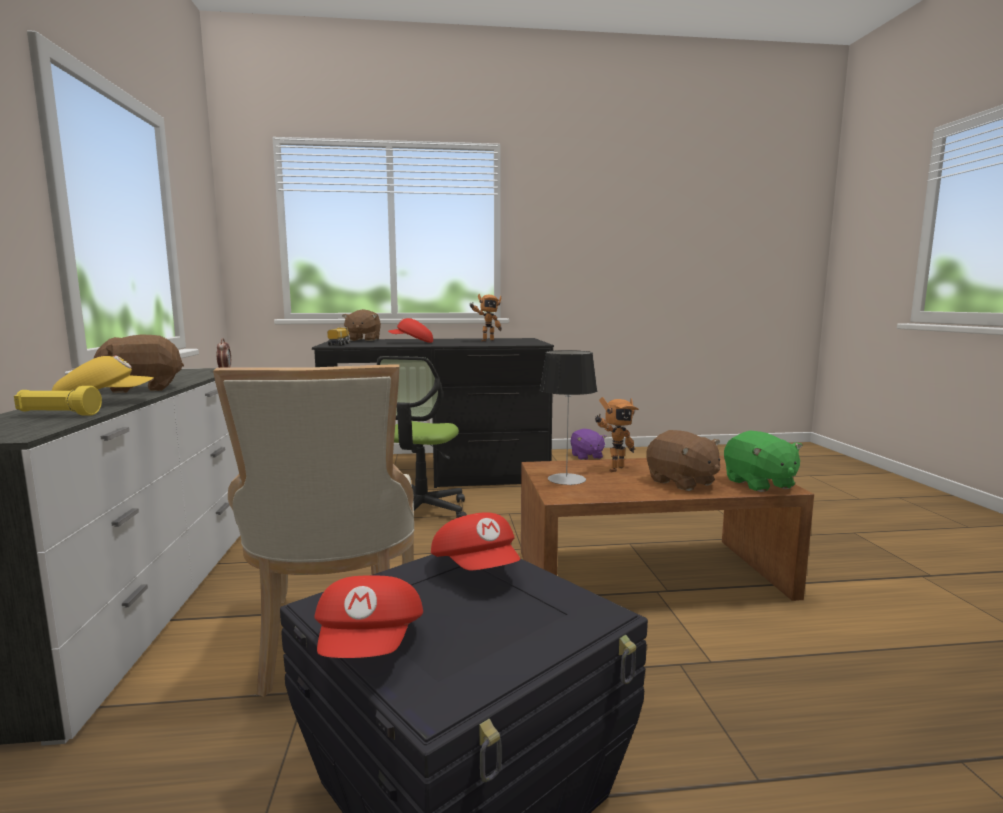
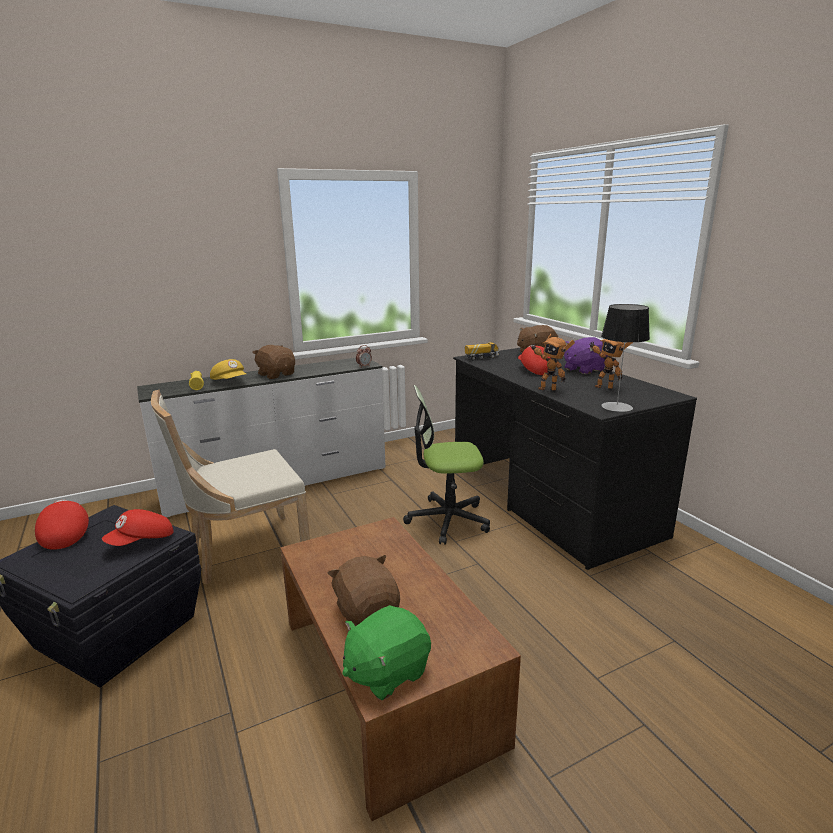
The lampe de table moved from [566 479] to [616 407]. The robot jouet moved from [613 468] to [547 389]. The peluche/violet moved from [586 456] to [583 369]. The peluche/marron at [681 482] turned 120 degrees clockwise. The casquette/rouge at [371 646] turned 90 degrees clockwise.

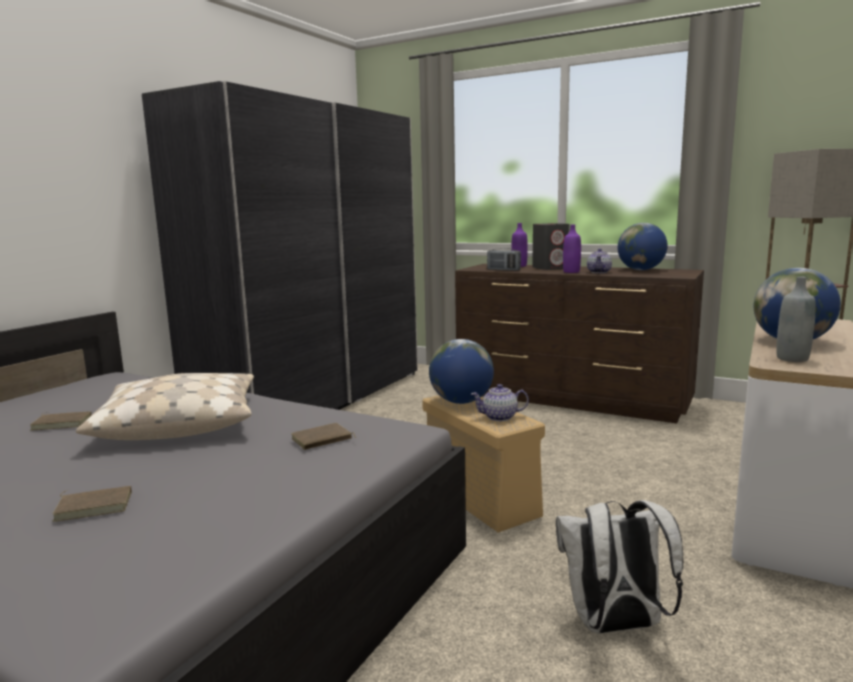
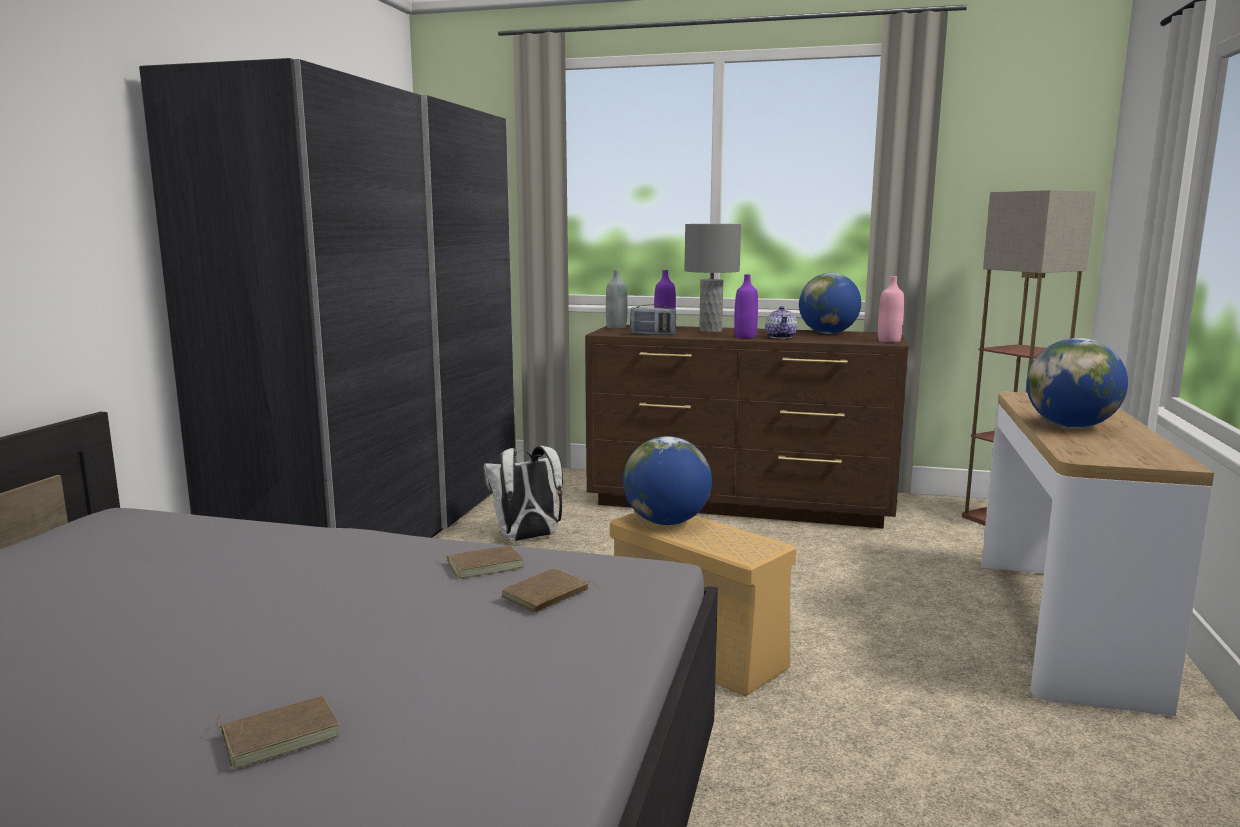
The enceinte/gris at [550 268] was replaced by the lampe de table/gris at [710 331]. The bouteille/gris moved from [792 359] to [616 327]. The coussin/beige at [179 422] disappeared. The théière at [500 417] disappeared. The livre/marron moved from [63 423] to [484 565]. The sac à dos/blanc moved from [614 626] to [527 538]. The bouteille/rose at [889 340] appeared.

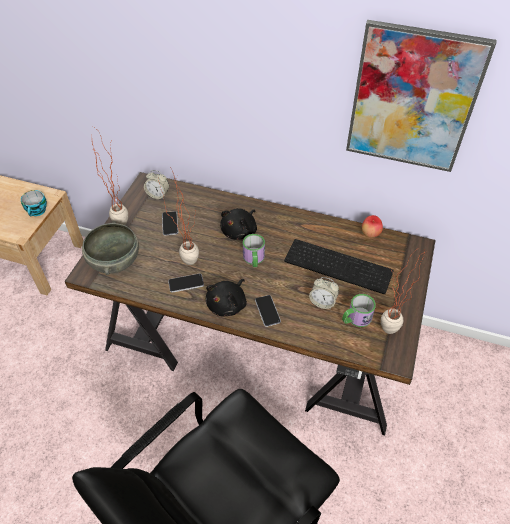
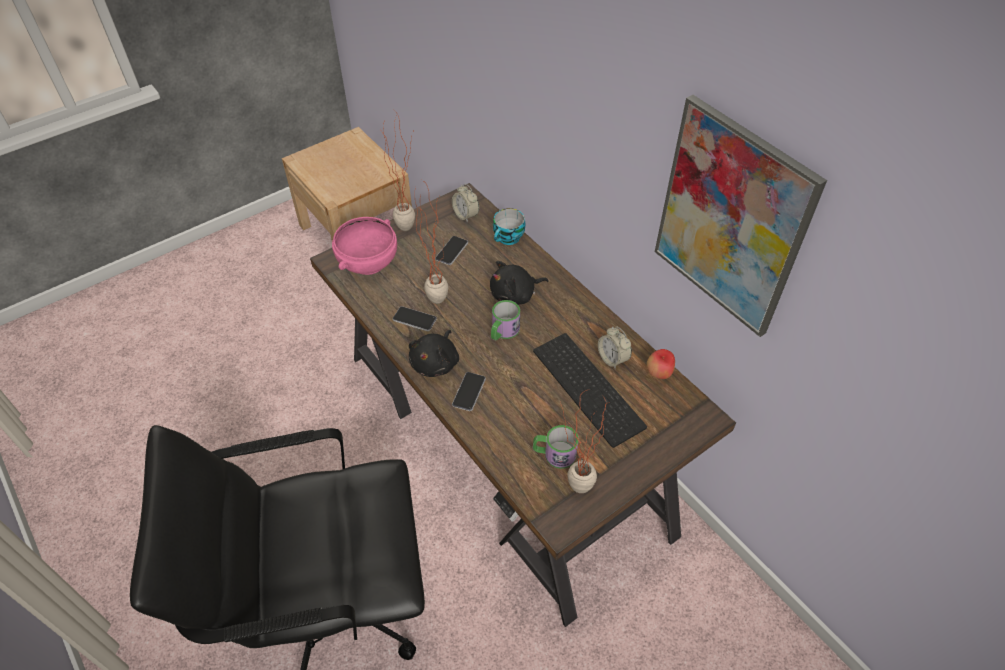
The tasse moved from [37 211] to [508 238]. The bol/gris at [114 261] became the bol/rose at [367 262]. The réveil moved from [322 302] to [612 359]. The peluche/noir at [228 304] turned 45 degrees counterclockwise.

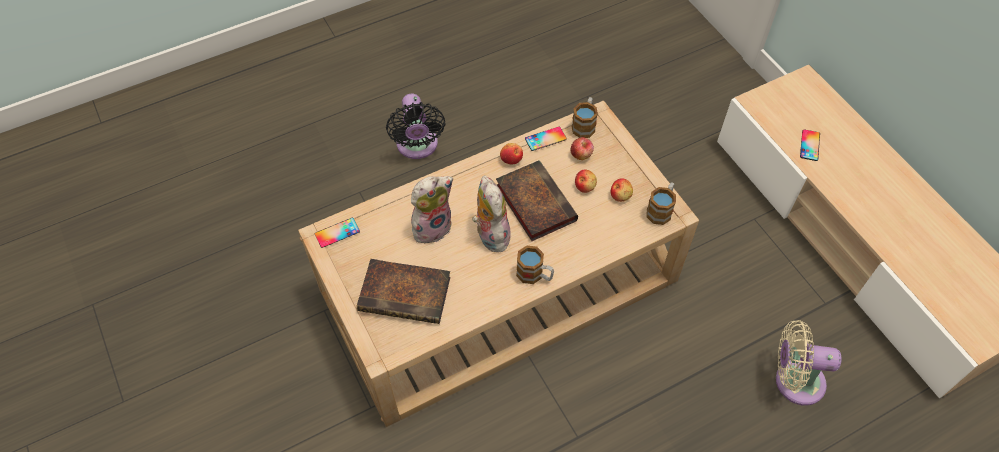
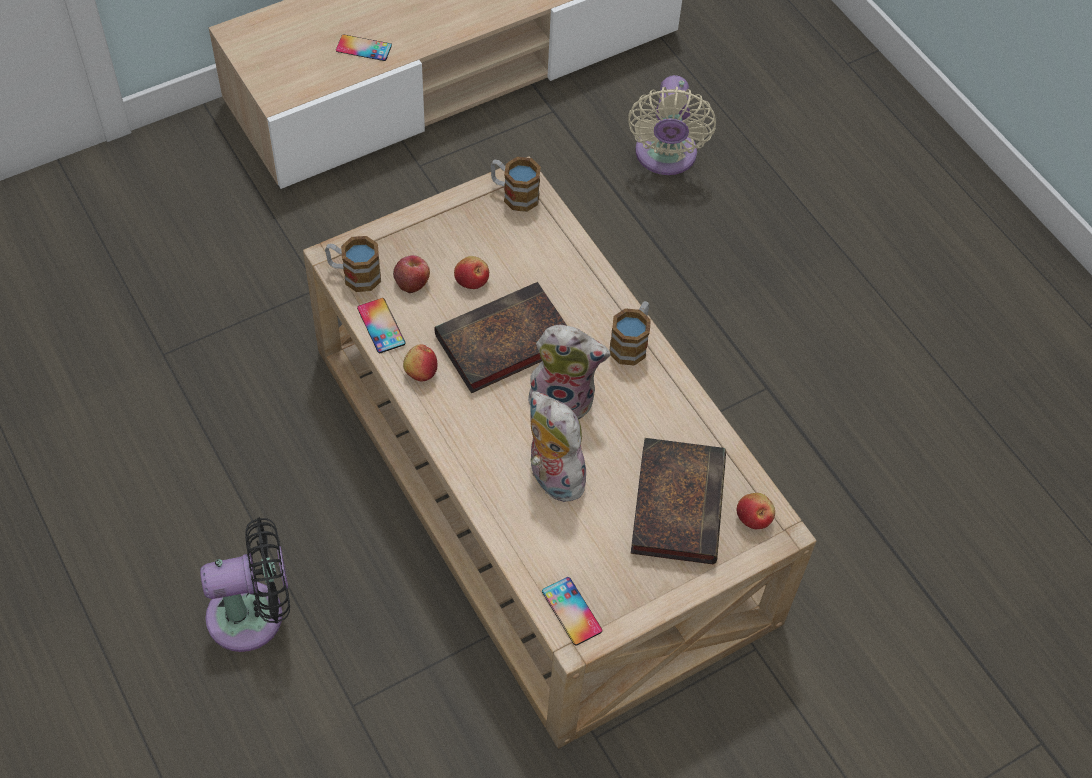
The peluche at [490 235] turned 150 degrees counterclockwise. The pomme moved from [620 195] to [754 517].

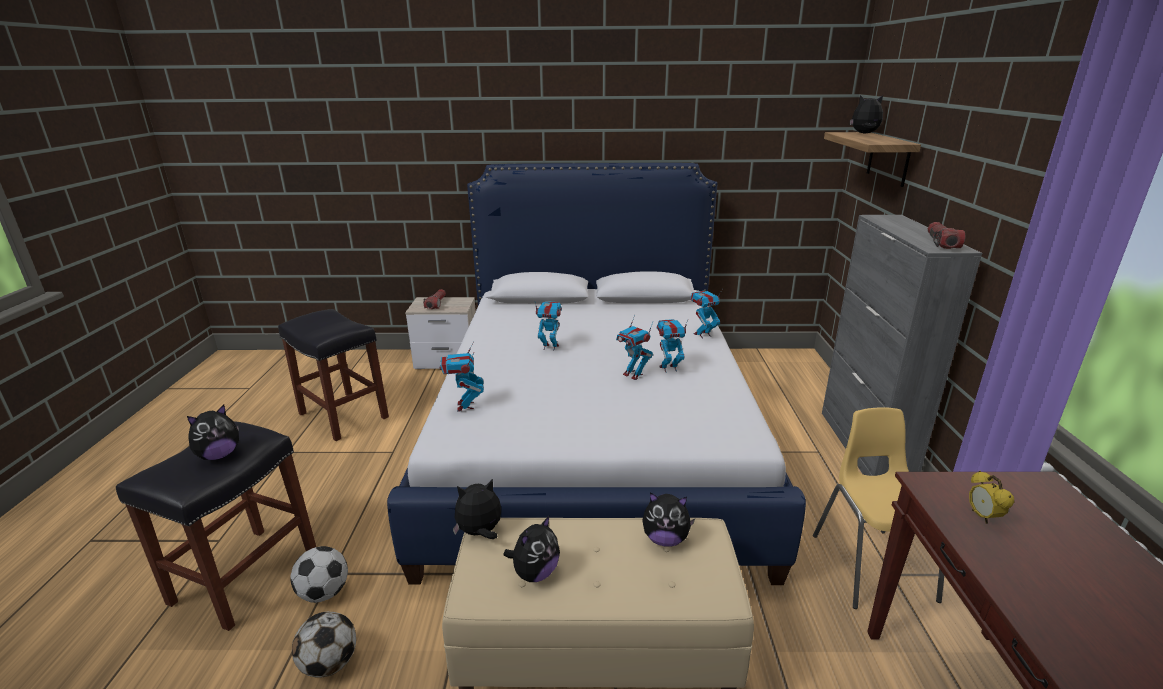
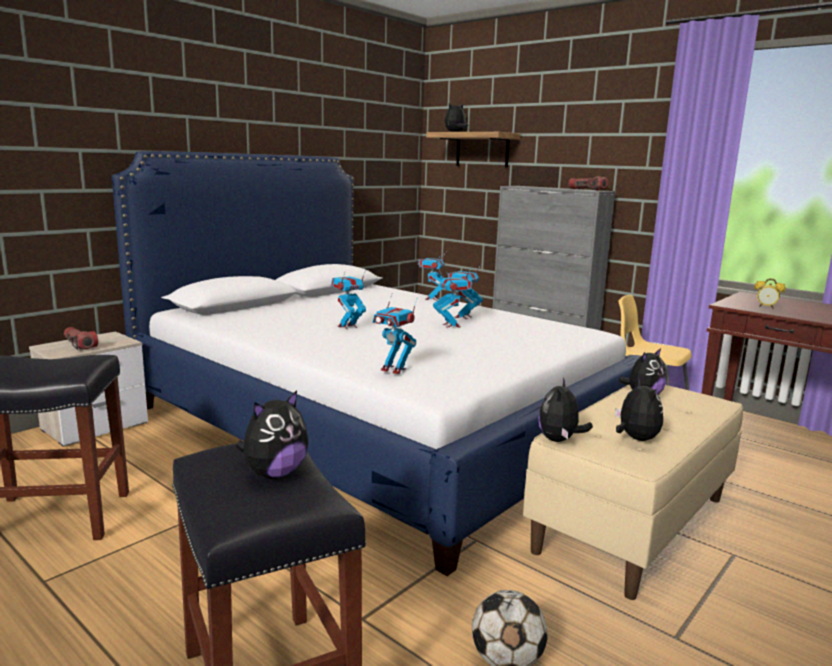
The robot jouet at [633 375] turned 105 degrees counterclockwise. The peluche at [219 455] turned 45 degrees clockwise. The ballon de foot at [324 593] disappeared.

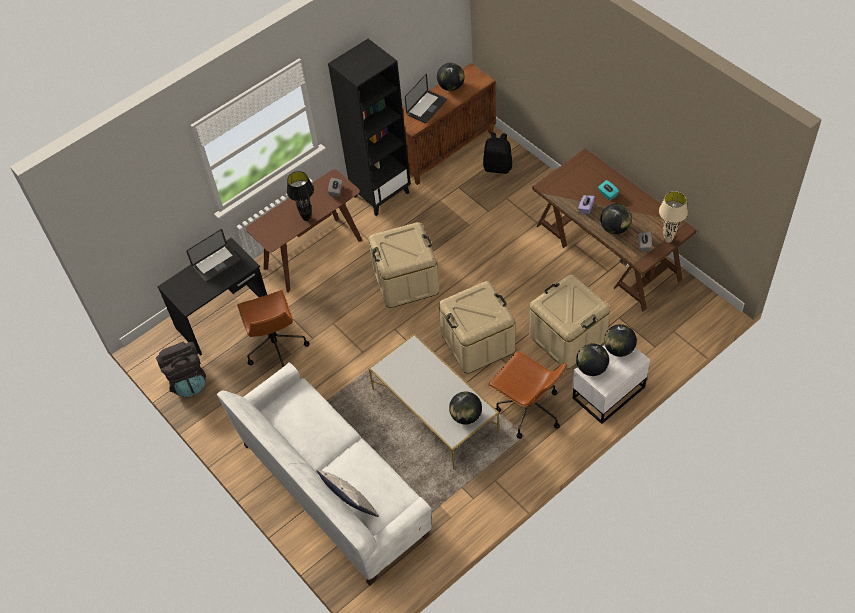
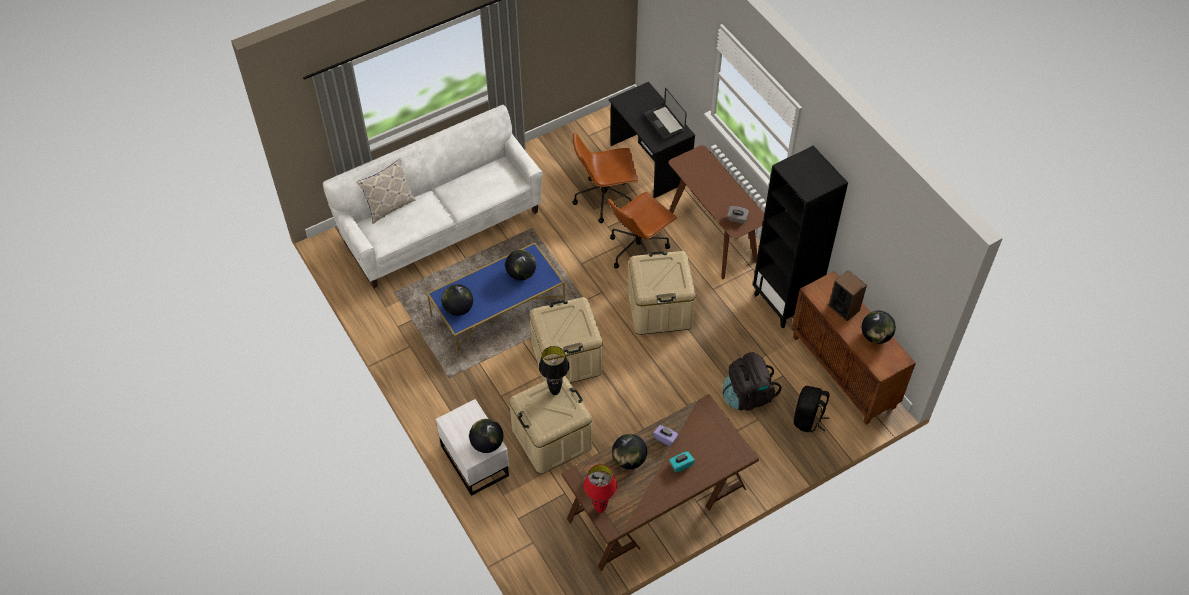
The ordinateur portable at [426 107] was replaced by the enceinte at [844 308]. The lampe de table/noir moved from [306 218] to [554 392]. The lampe de table/beige at [668 239] became the lampe de table/rouge at [600 509]. The table basse/blanc at [434 410] became the table basse/bleu at [498 310]. The sac à dos/noir moved from [187 380] to [747 396]. The globe moved from [591 368] to [521 274]. The chaise de bureau/marron moved from [528 410] to [638 249].

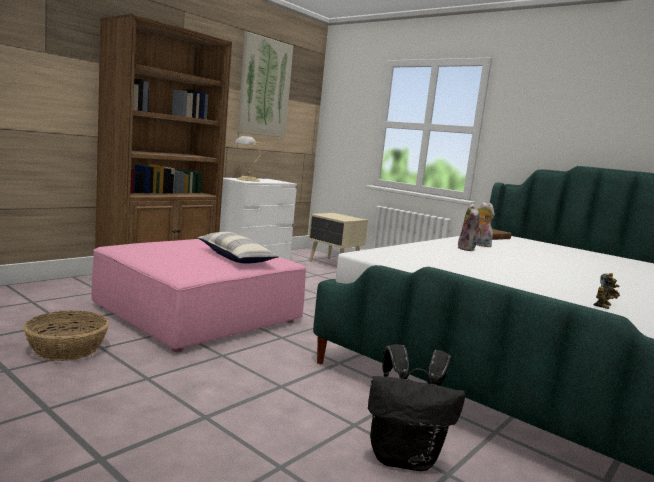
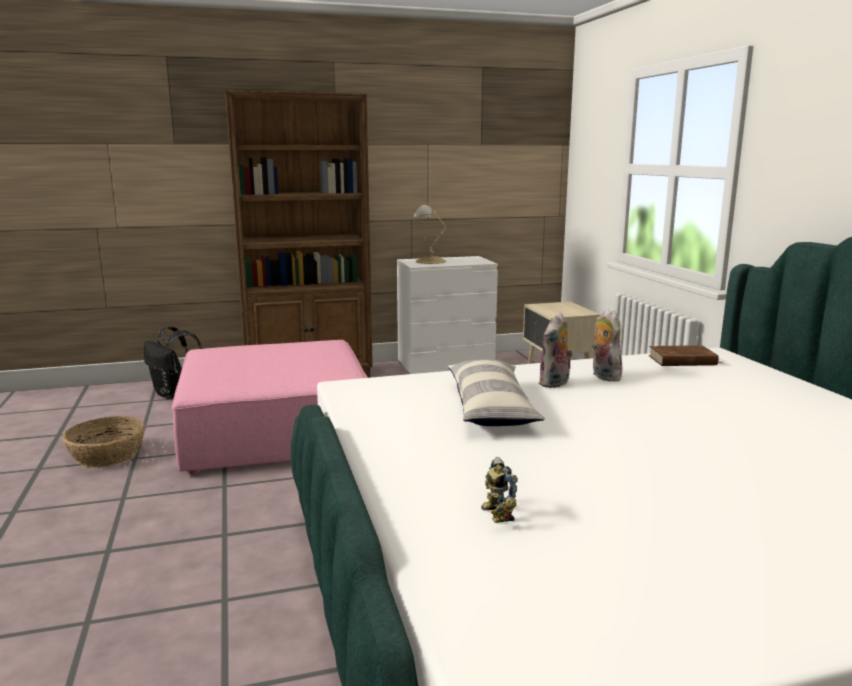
The tableau at [264 87] disappeared. The coussin moved from [235 257] to [491 408]. The robot jouet at [604 306] turned 90 degrees clockwise. The sac à dos/noir moved from [404 458] to [174 394].

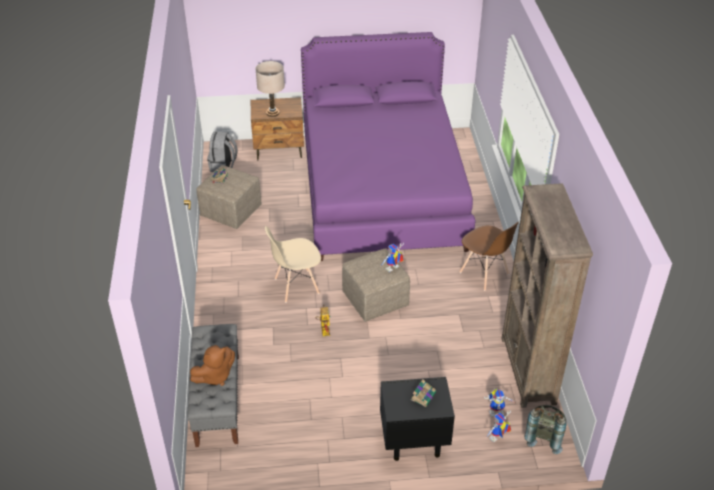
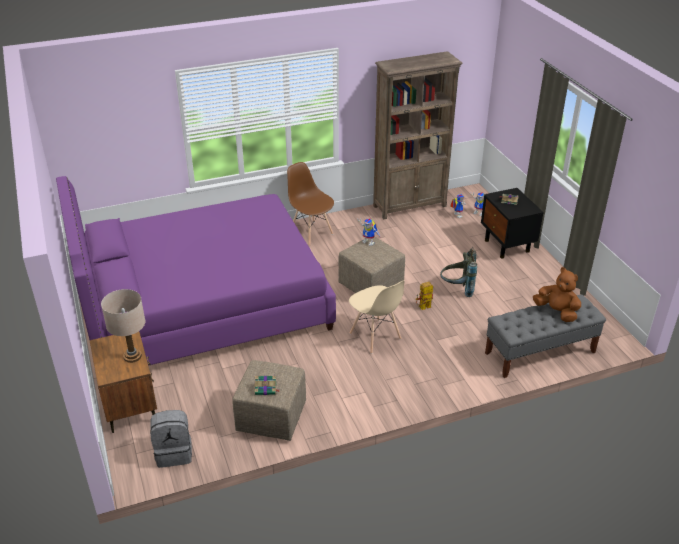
The chaise/marron at [484 274] turned 75 degrees counterclockwise. The sac à dos/gris moved from [544 436] to [457 289].

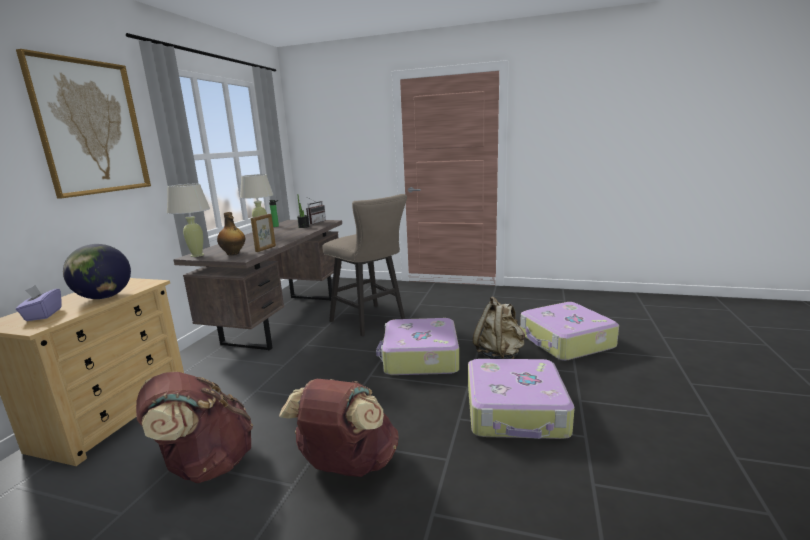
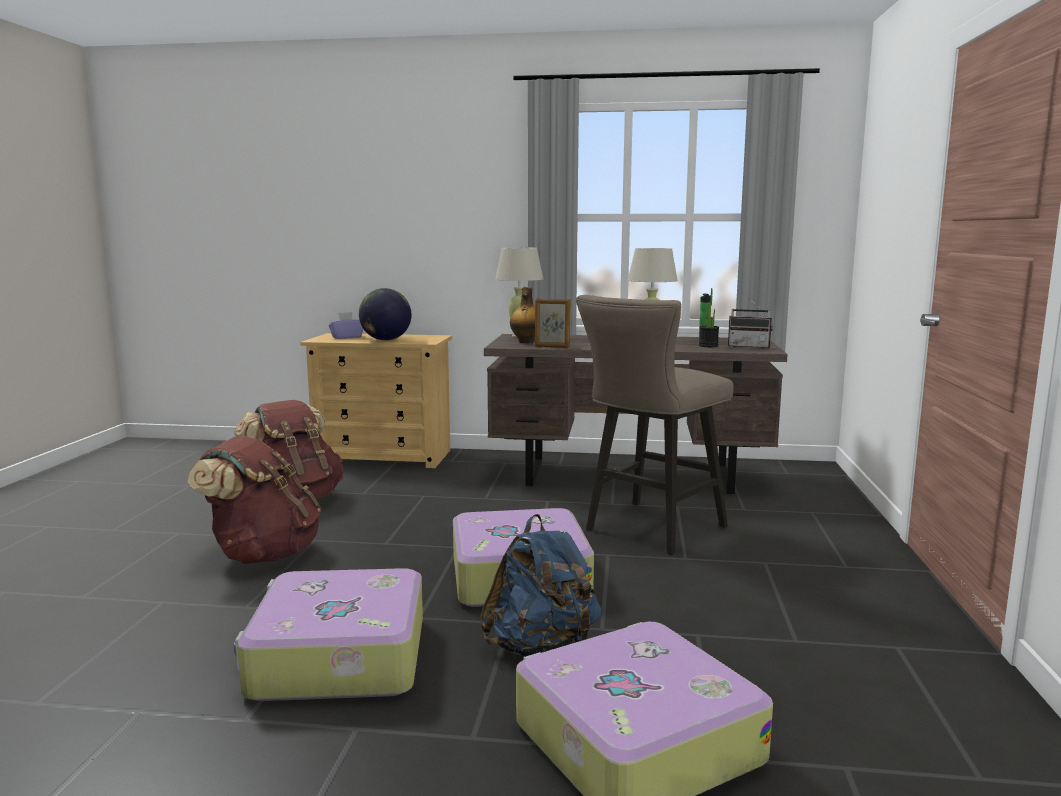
The tableau at [91 128] disappeared. The sac à dos/beige at [499 354] became the sac à dos/bleu at [541 648].

